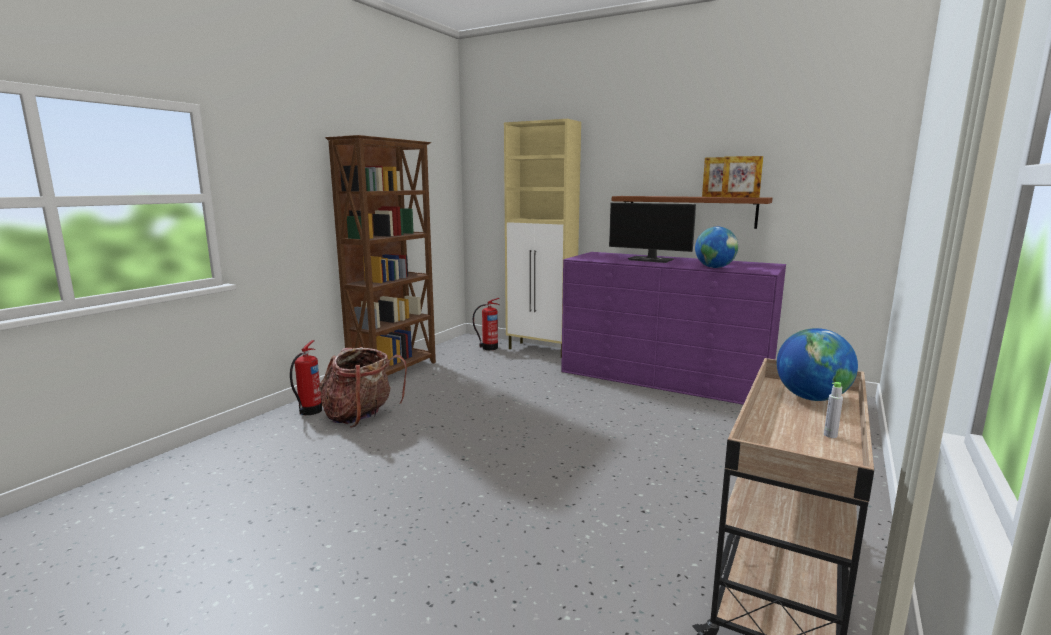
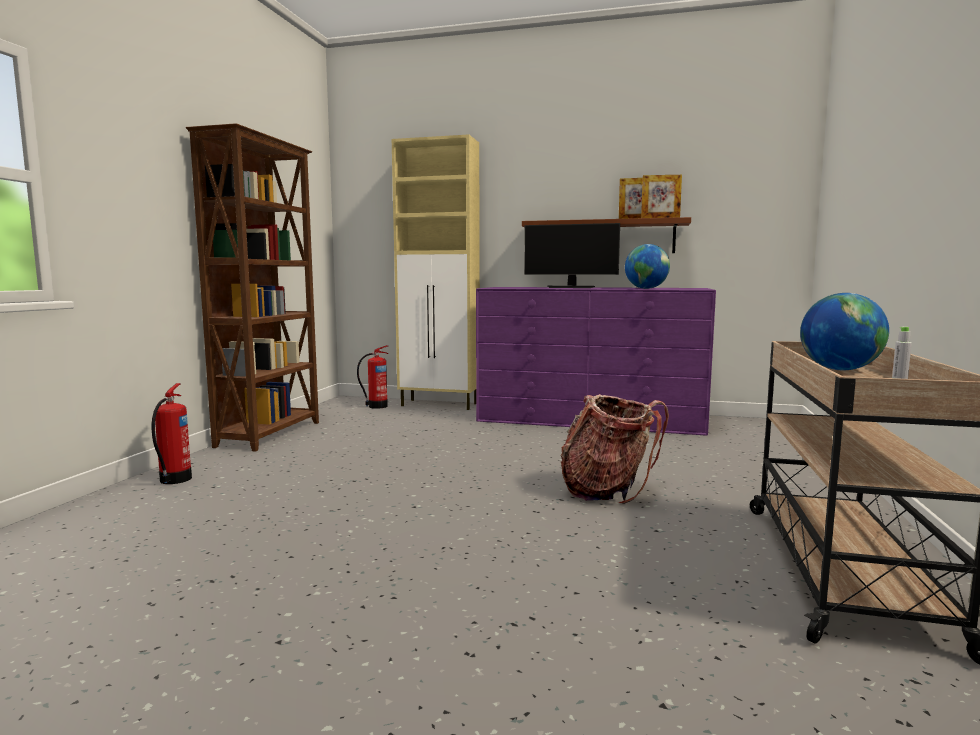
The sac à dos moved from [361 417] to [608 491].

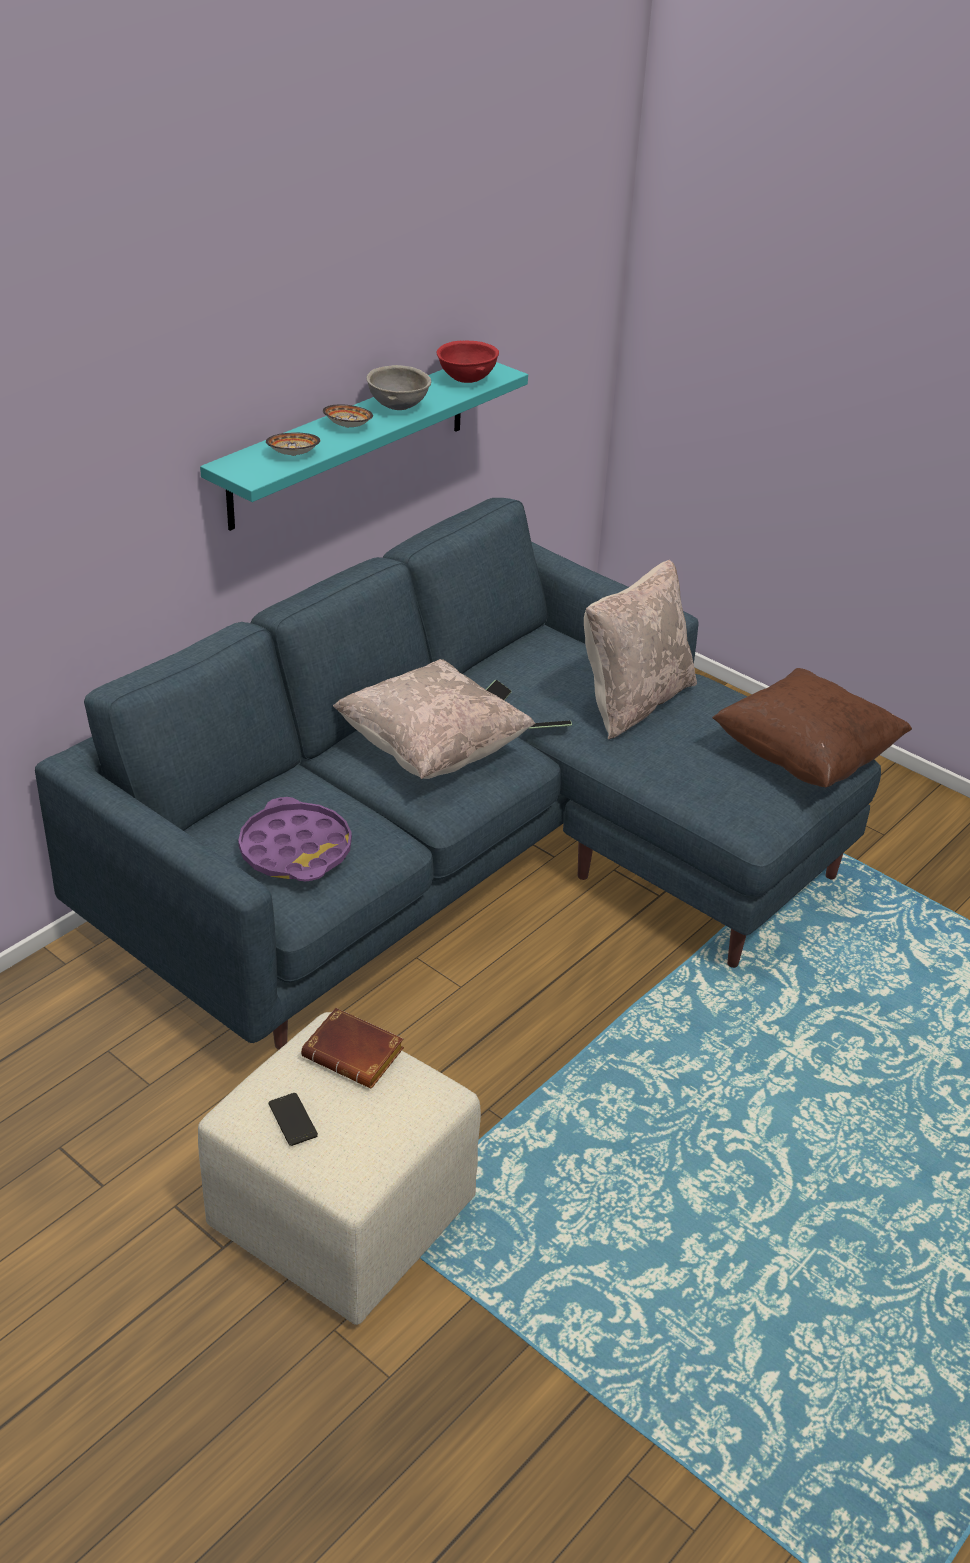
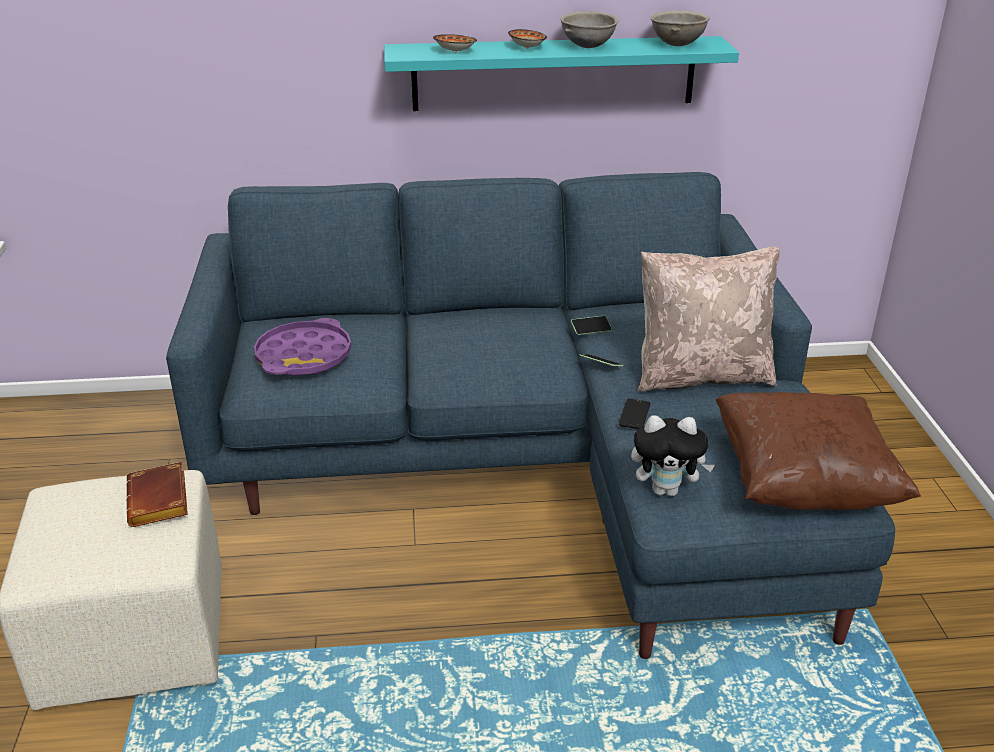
The bol/rouge at [466 380] became the bol/gris at [676 45]. The coussin/beige at [432 750] disappeared. The téléphone moved from [292 1120] to [634 414]. The peluche at [666 490] appeared.

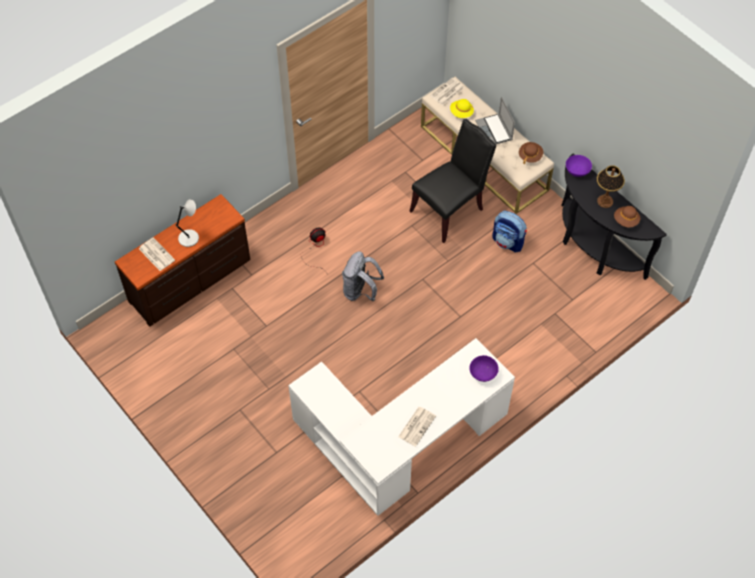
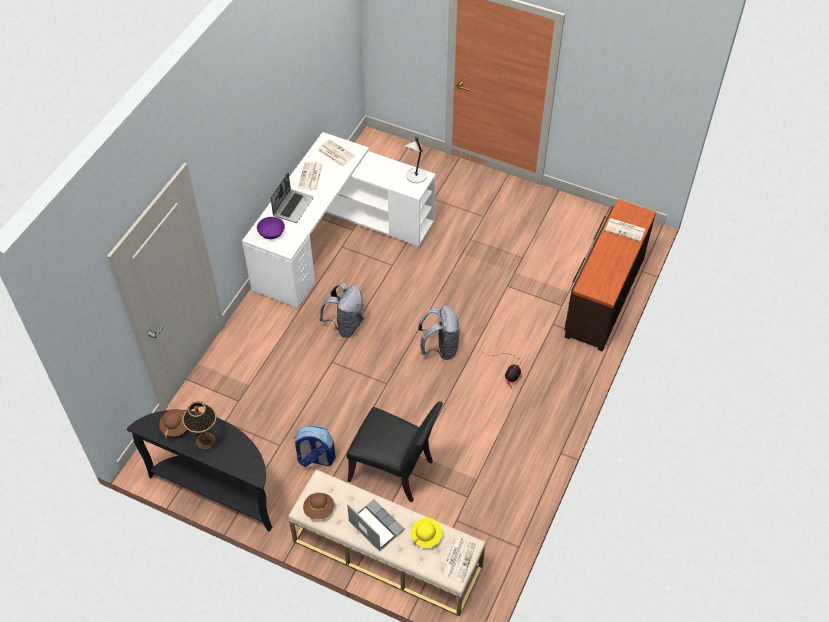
The chaise/noir at [450 210] turned 90 degrees counterclockwise. The bol/violet at [577 170] disappeared. The lampe de table/gris moved from [189 237] to [415 177]. The journal at [335 153] appeared. The ordinateur portable at [293 206] appeared. The sac à dos/gris at [345 325] appeared.

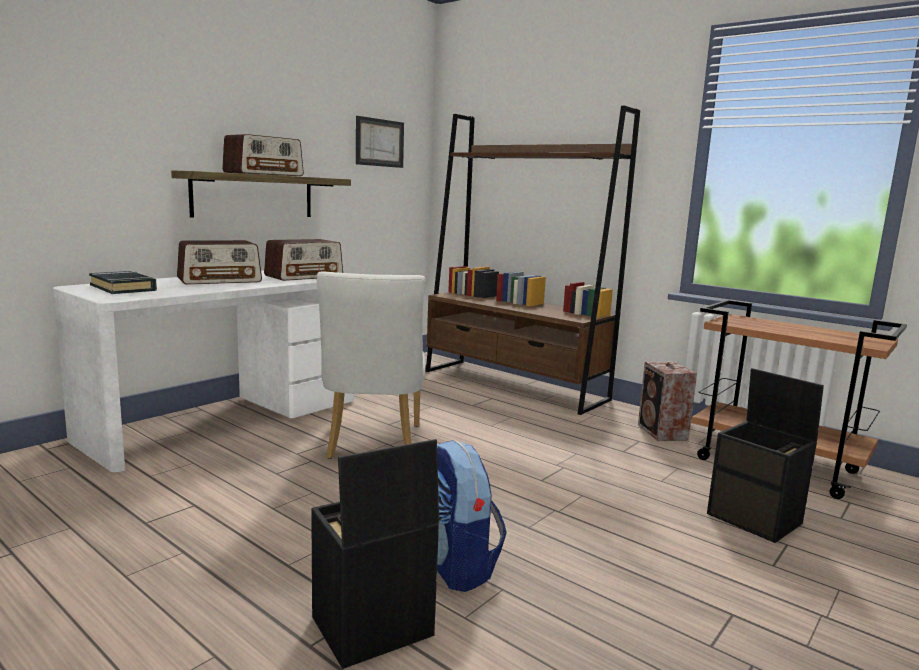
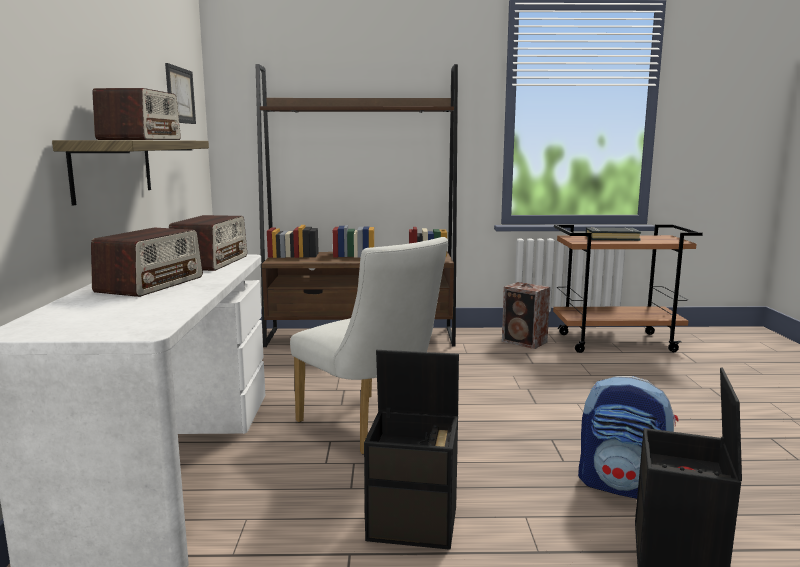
The livre/noir moved from [123 288] to [612 238]. The boîte de rangement/noir moved from [756 519] to [414 523].

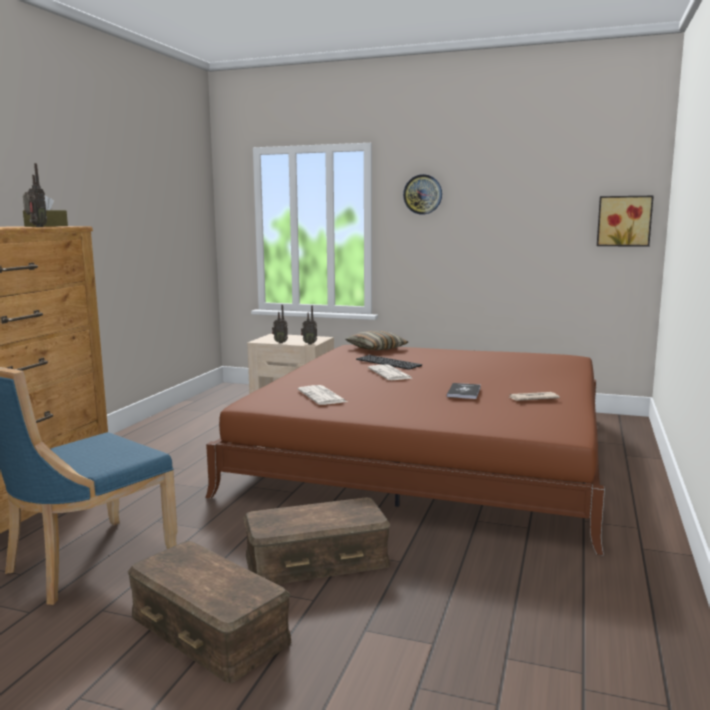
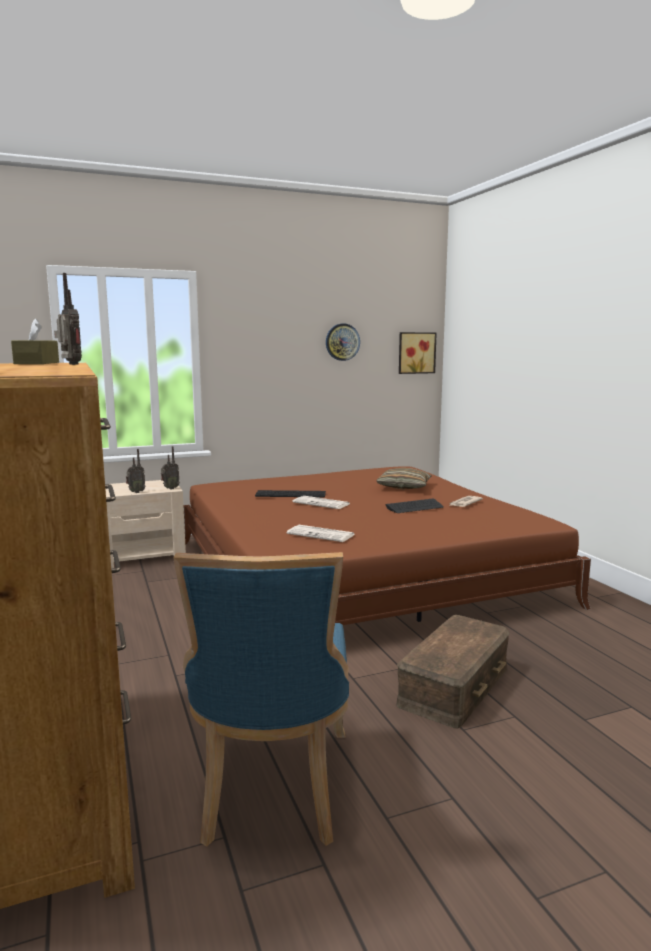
The horloge murale moved from [422 194] to [342 342]. The coussin moved from [376 348] to [404 487]. The livre at [464 392] was replaced by the clavier at [414 507]. The boîte de rangement/marron at [207 629] disappeared.

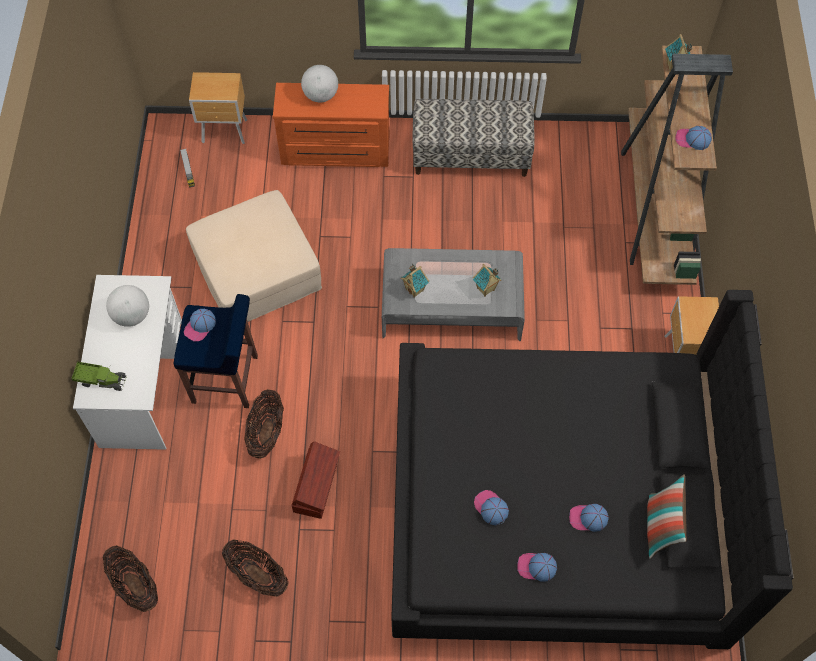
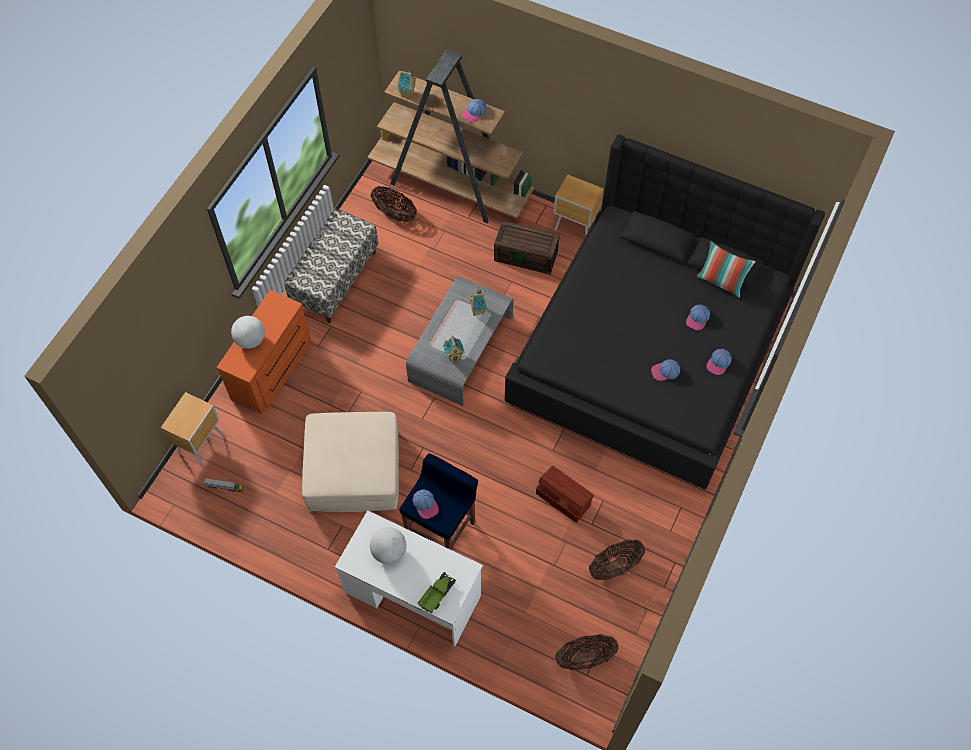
The panier moved from [266 433] to [394 213]. The boîte de rangement/marron at [527 255] appeared.

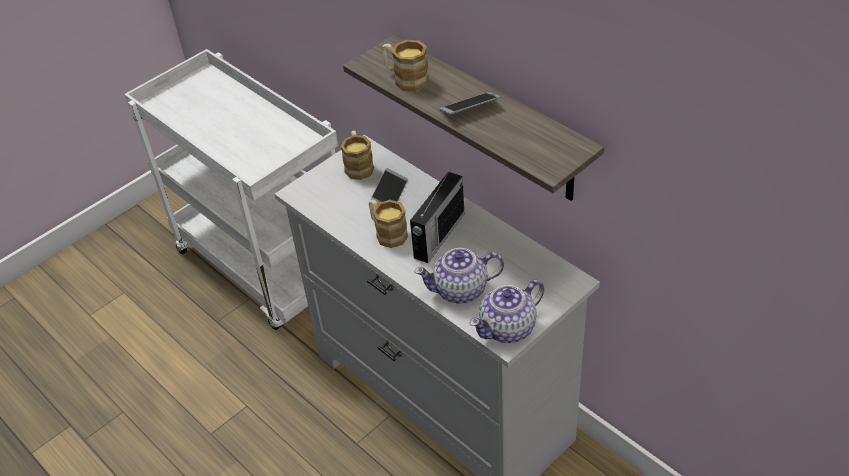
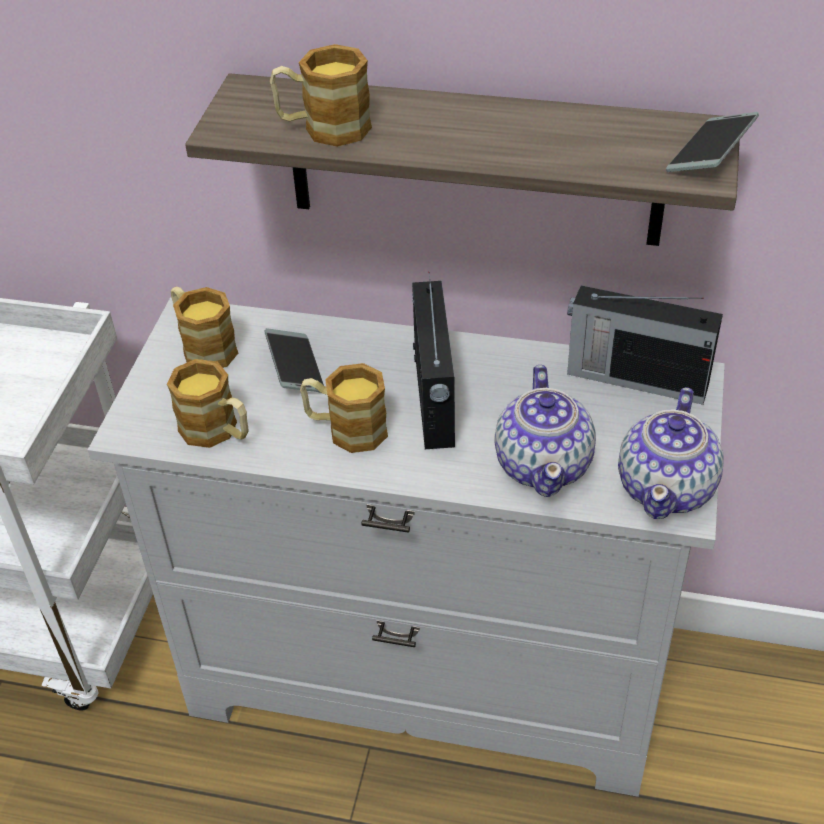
The téléphone moved from [470 108] to [710 153]. The théière at [461 290] turned 45 degrees counterclockwise. The radio at [634 378] appeared. The mug at [217 431] appeared.

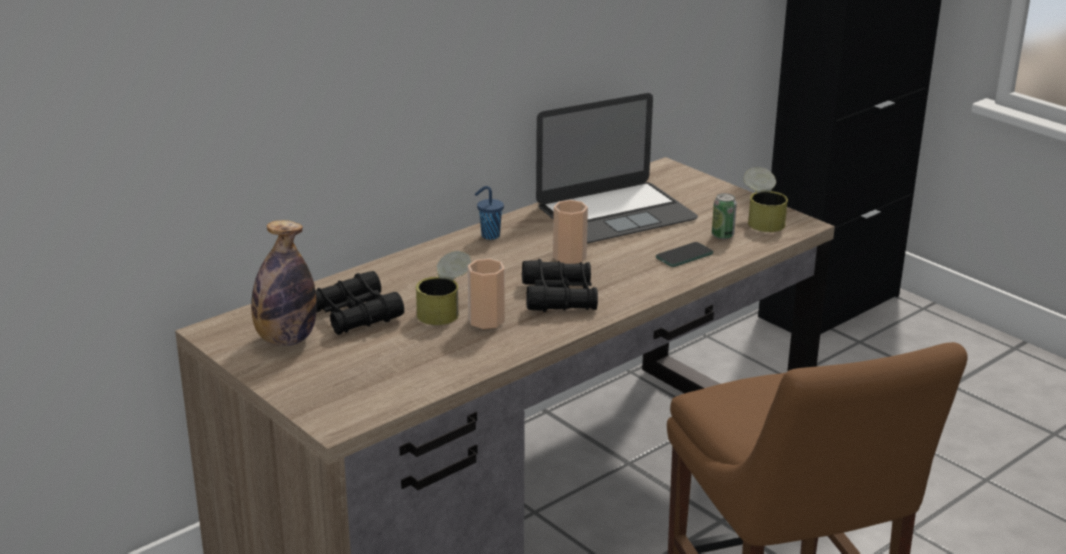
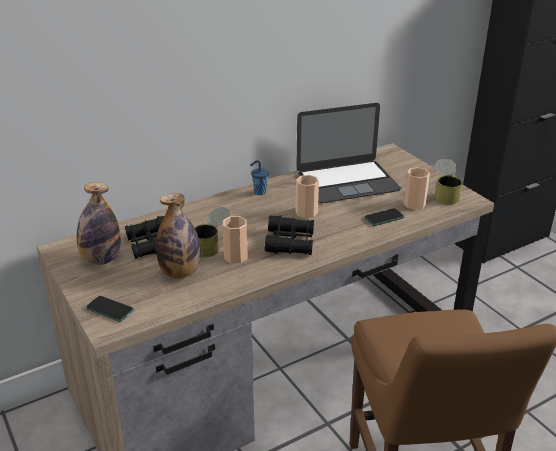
The boîte métallique at [722 235] was replaced by the tasse at [414 204]. The bouteille at [180 272] appeared. The téléphone at [110 309] appeared.

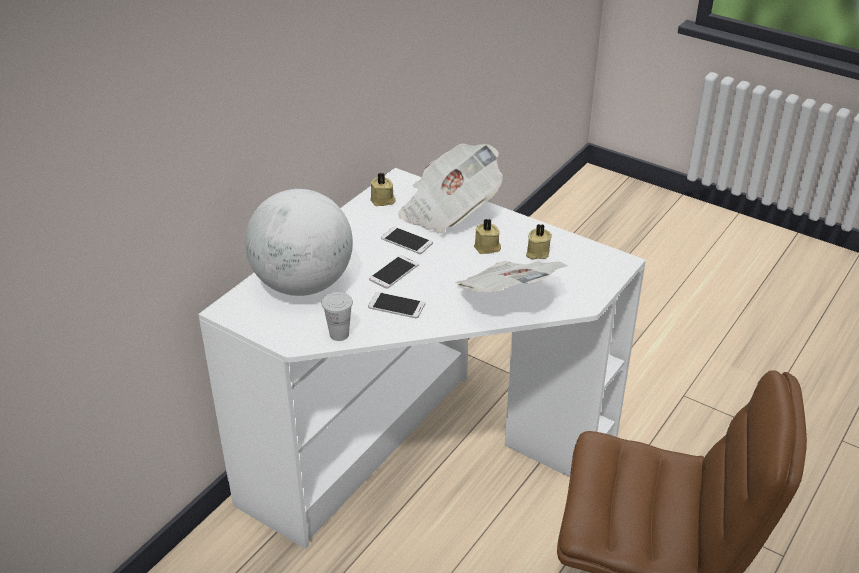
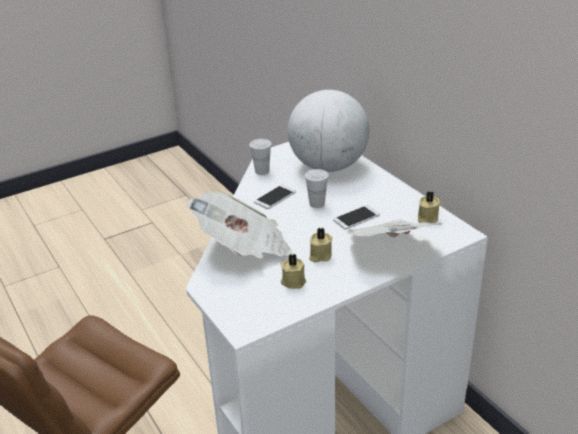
The téléphone at [394 272] was replaced by the tasse/blanc at [317 204].

